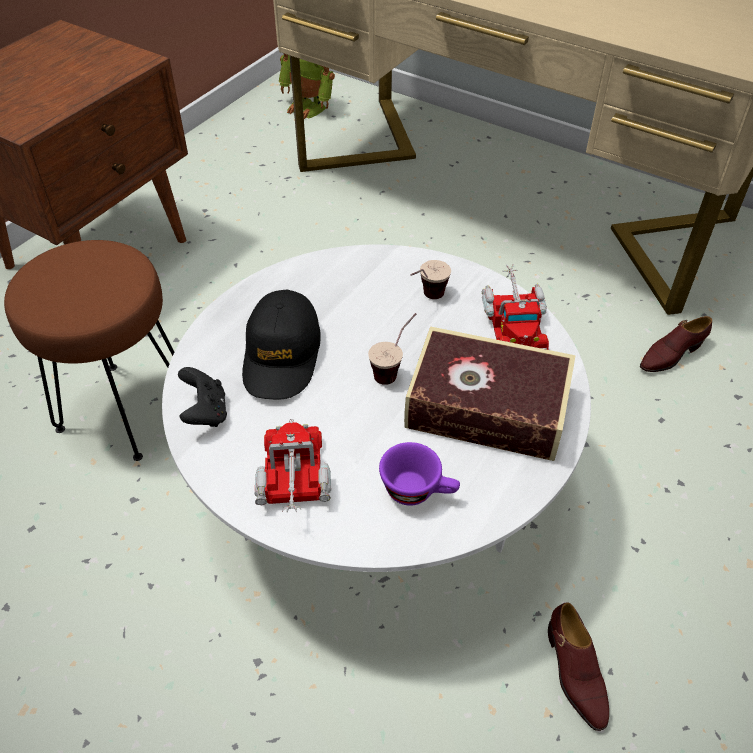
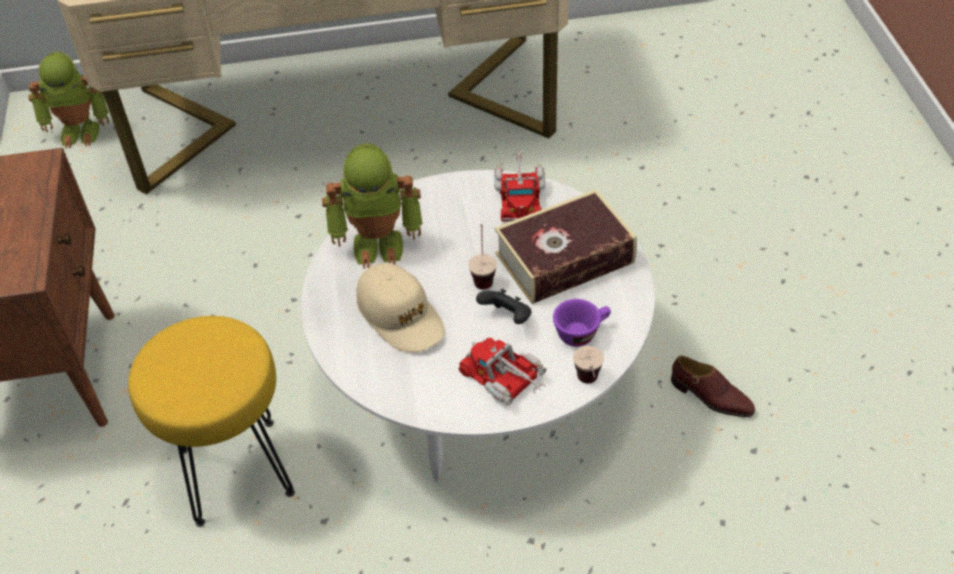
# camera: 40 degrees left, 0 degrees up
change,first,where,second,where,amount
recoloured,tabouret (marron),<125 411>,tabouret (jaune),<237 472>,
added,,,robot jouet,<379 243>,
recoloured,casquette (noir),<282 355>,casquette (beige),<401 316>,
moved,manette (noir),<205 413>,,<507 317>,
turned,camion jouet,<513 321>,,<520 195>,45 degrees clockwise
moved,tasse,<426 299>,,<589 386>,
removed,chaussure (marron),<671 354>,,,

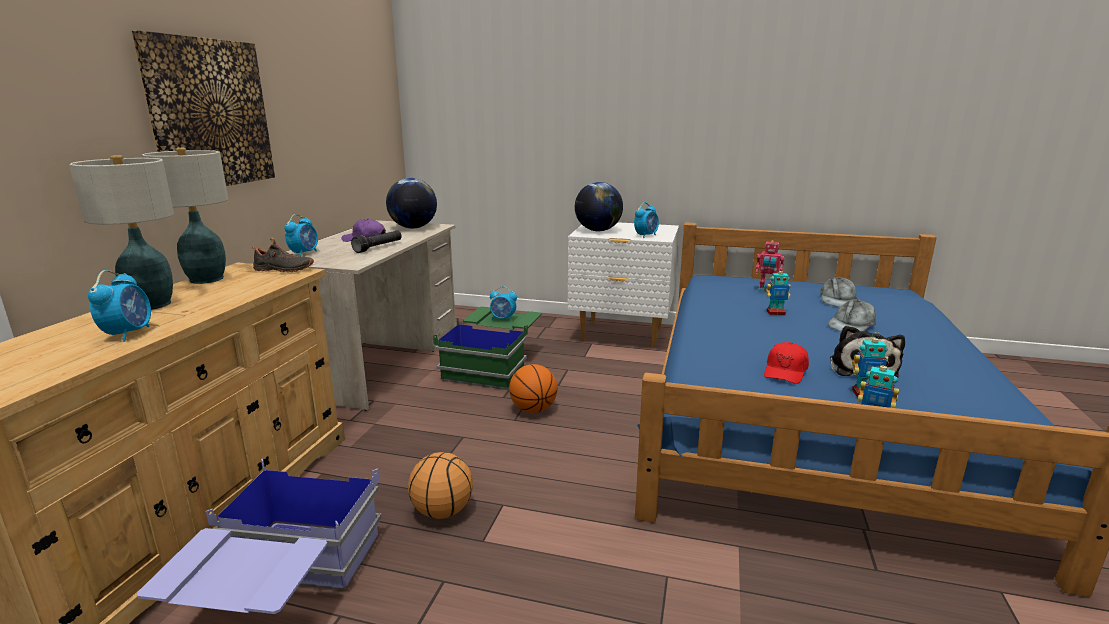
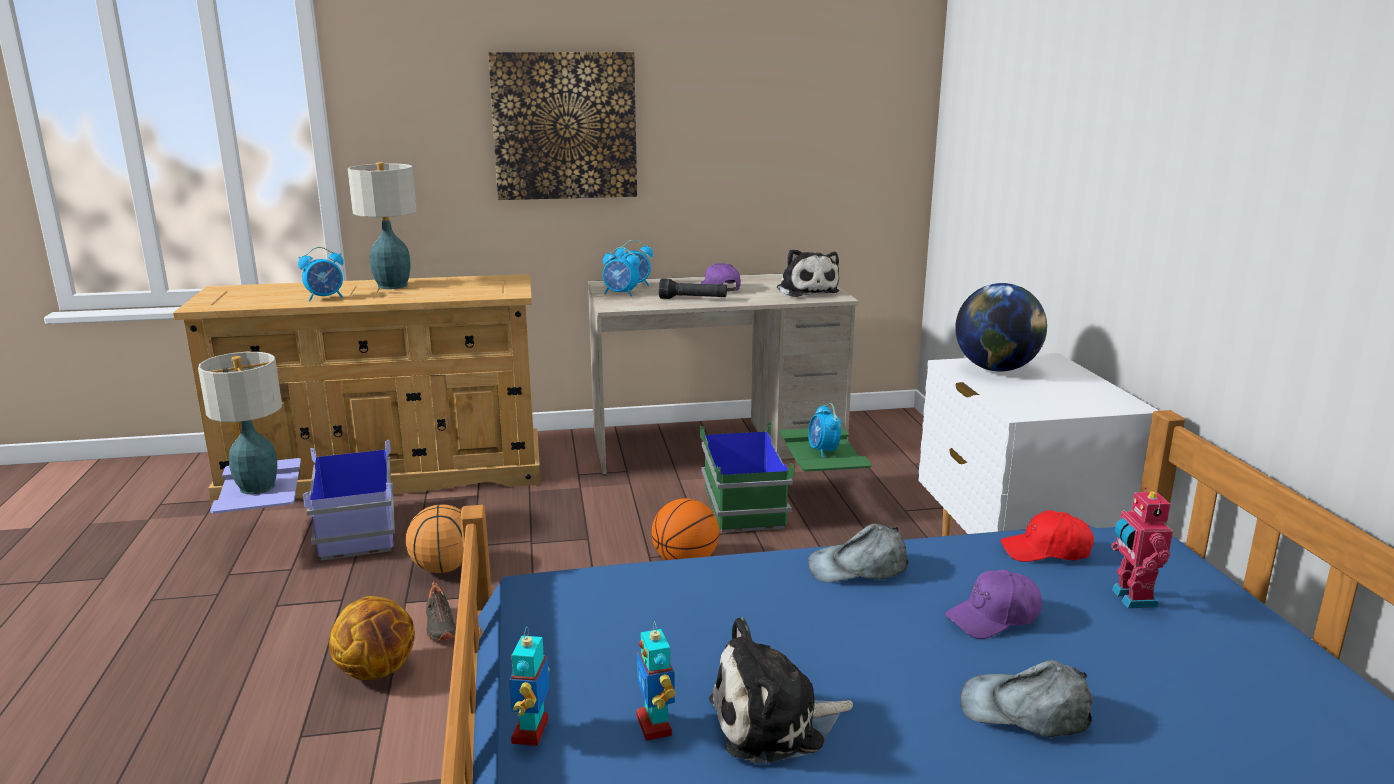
# camera: 65 degrees right, 0 degrees up
change,first,where,second,where,amount
moved,lampe de table,<207 279>,,<257 488>,
added,,,ballon de basket,<378 671>,
moved,chaussure (noir),<283 270>,,<439 626>,
moved,réveil,<646 236>,,<621 294>,
replaced,globe,<413 228>,peluche,<806 291>,
moved,casquette (gris),<837 300>,,<858 567>,
replaced,robot jouet,<775 312>,casquette (violet),<994 617>,
moved,casquette (rouge),<785 371>,,<1046 551>,

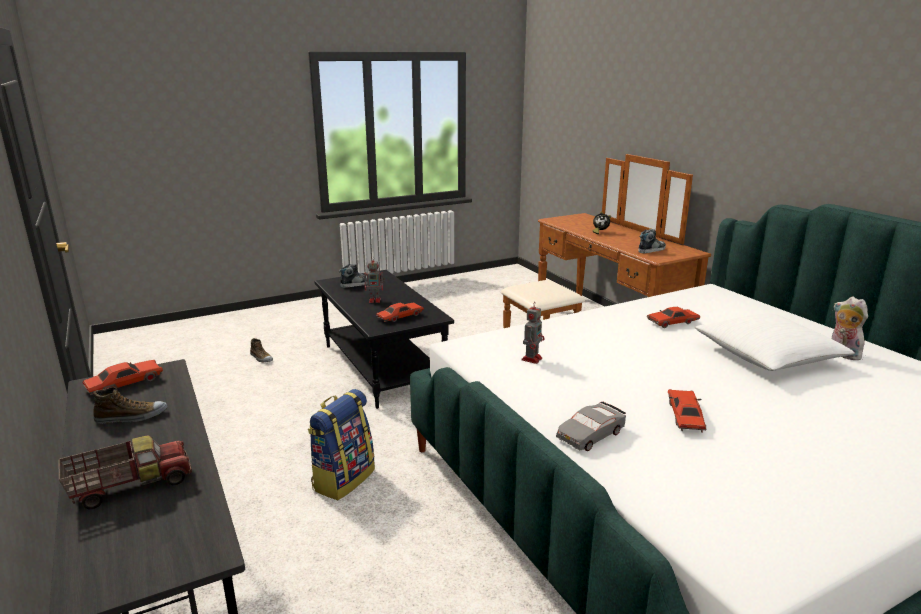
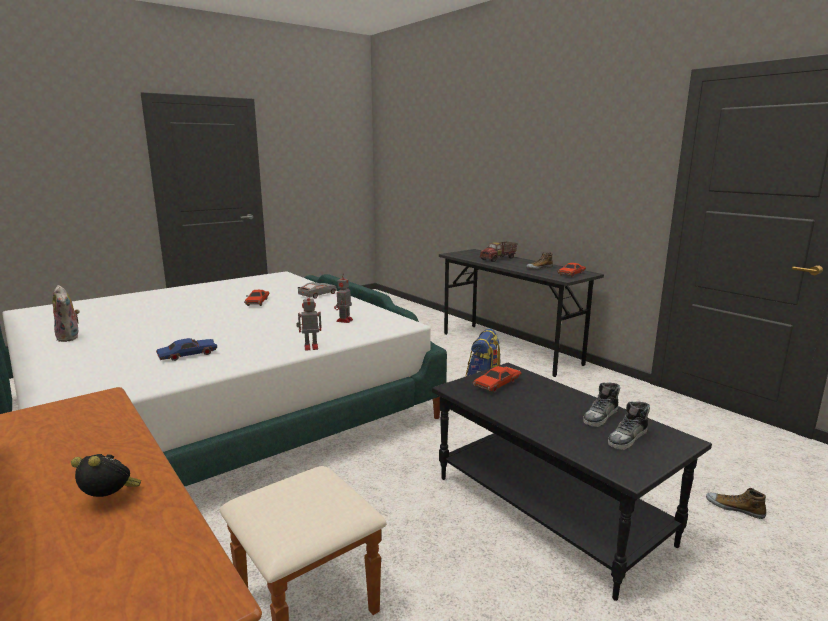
# camera: 170 degrees right, 5 degrees down
change,first,where,second,where,amount
recoloured,petite voiture (rouge),<672 322>,petite voiture (bleu),<187 355>,
moved,robot jouet,<375 300>,,<310 347>,
moved,chaussure,<651 250>,,<600 417>,
removed,coussin (blanc),<768 356>,,,

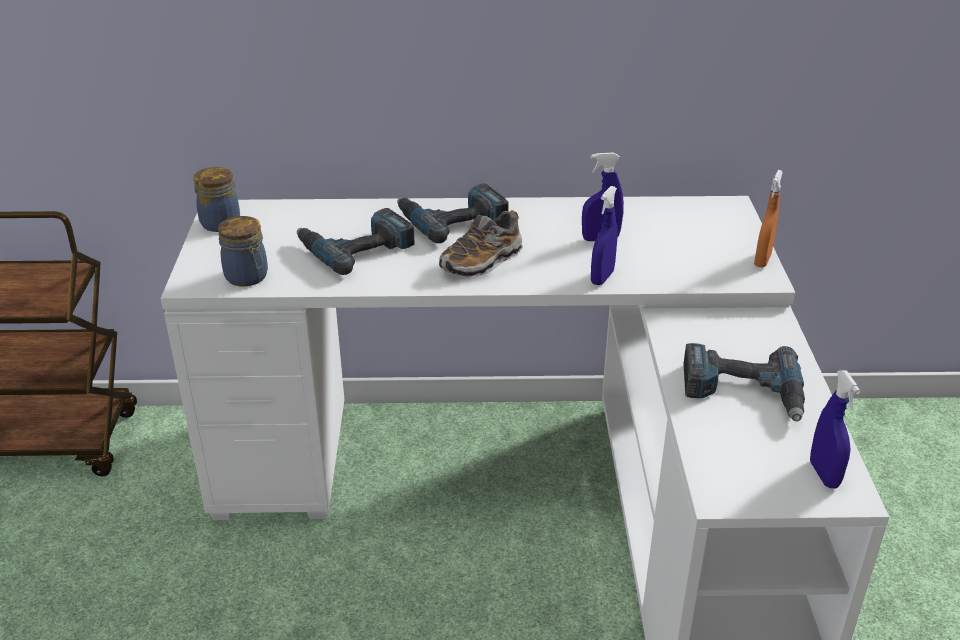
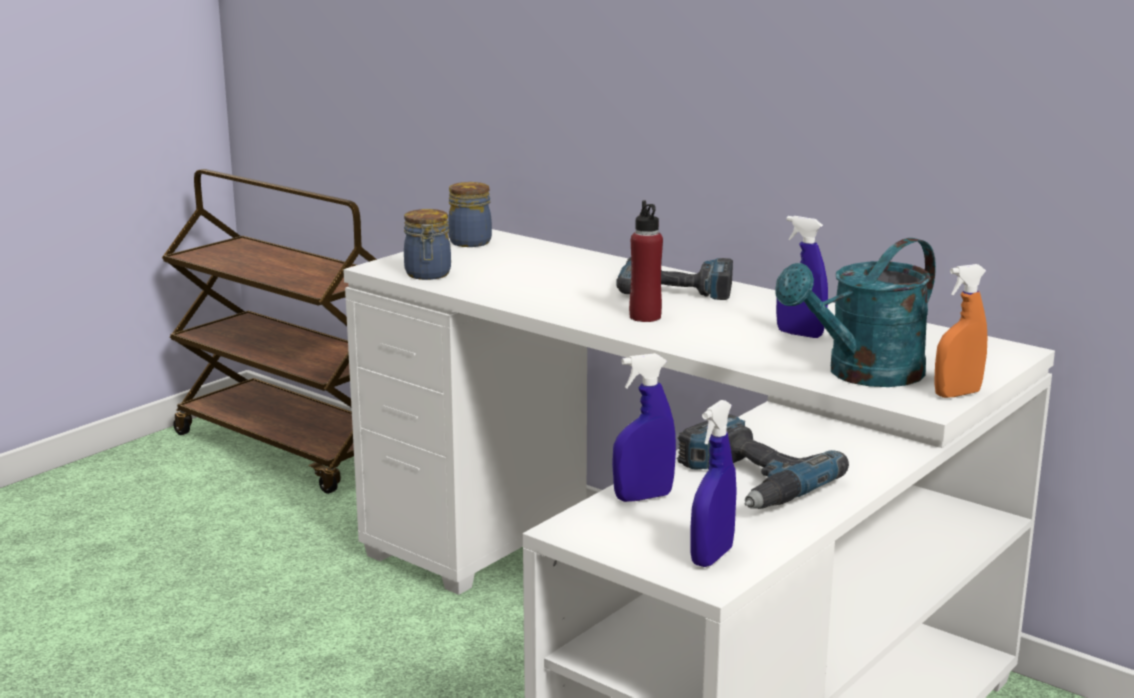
# camera: 40 degrees right, 15 degrees down
change,first,where,second,where,amount
moved,vaporisateur (bleu),<602 278>,,<643 497>,
replaced,chaussure,<482 261>,bouteille (rouge),<645 317>,
added,,,arrosoir (turquoise),<863 375>,
removed,perceuse,<356 247>,,,

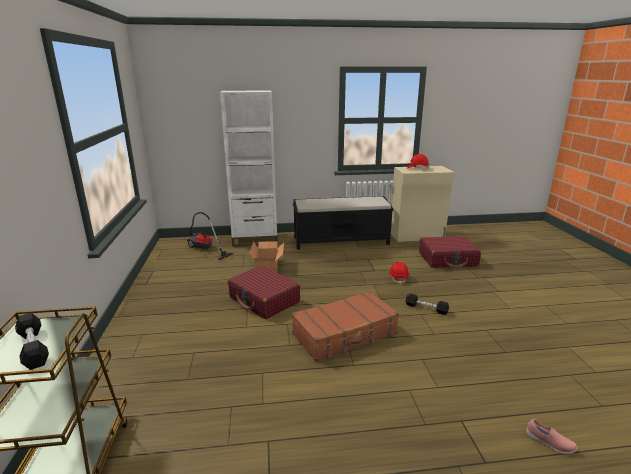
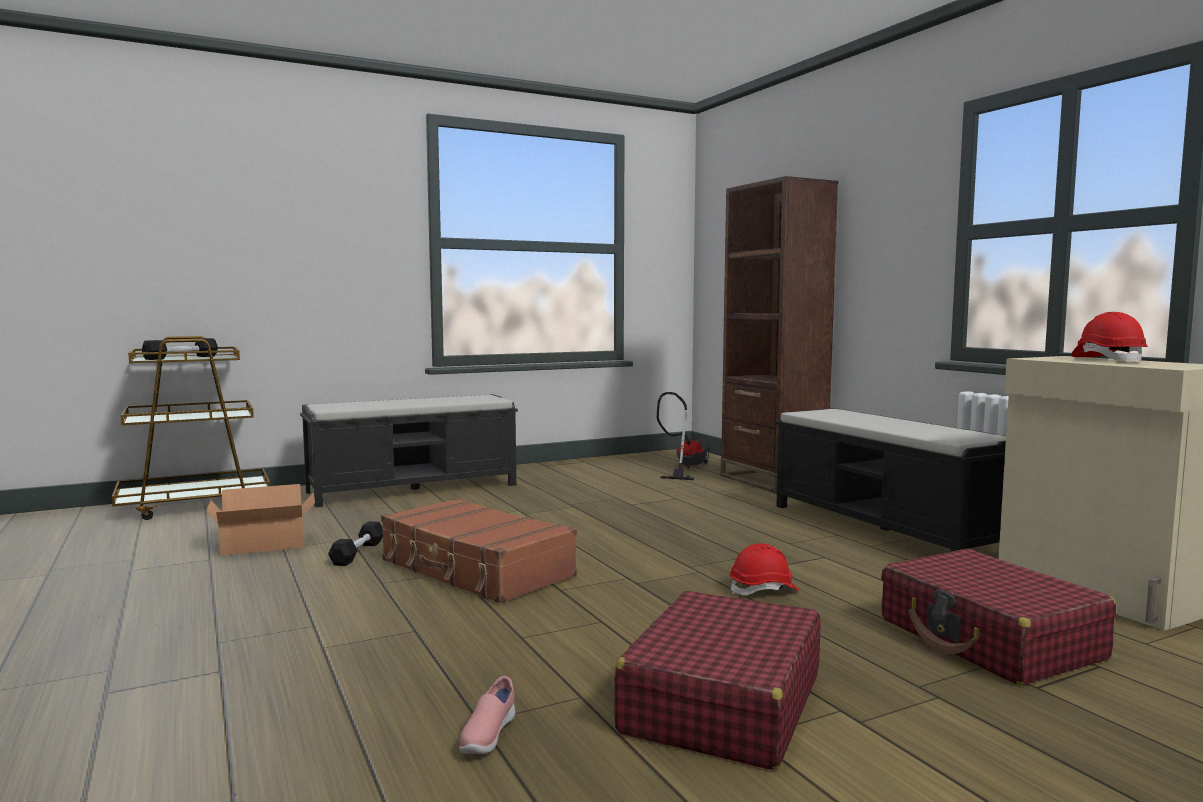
# camera: 70 degrees right, 15 degrees down
change,first,where,second,where,amount
moved,carton,<268 265>,,<265 545>,
added,,,banc (noir),<414 488>,
moved,haltère (noir),<426 308>,,<358 553>,
moved,chaussure (rose),<549 443>,,<487 736>,
moved,valise (rouge),<264 300>,,<722 703>,
recoloured,bibliothèque (blanc),<255 239>,bibliothèque (marron),<772 481>,

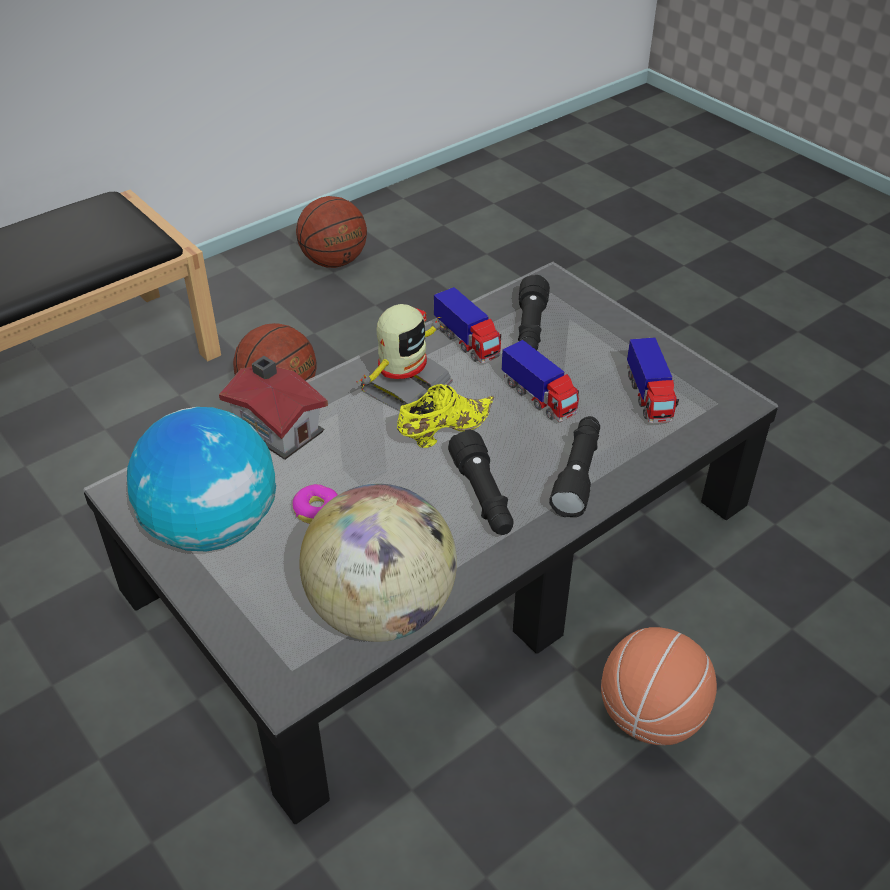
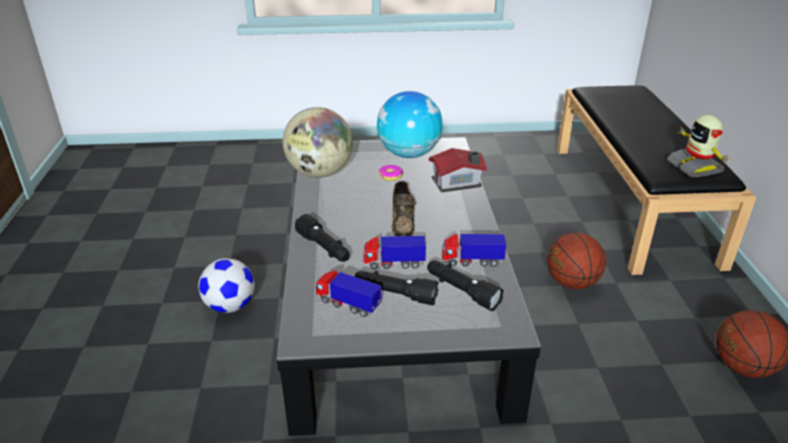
# camera: 125 degrees right, 10 degrees down
change,first,where,second,where,amount
replaced,ballon de basket,<650 716>,ballon de foot,<230 306>,
moved,lampe de poche (noir),<483 497>,,<395 294>,
recoloured,chaussure (jaune),<443 432>,chaussure (marron),<403 223>,
moved,robot jouet,<404 387>,,<695 167>,

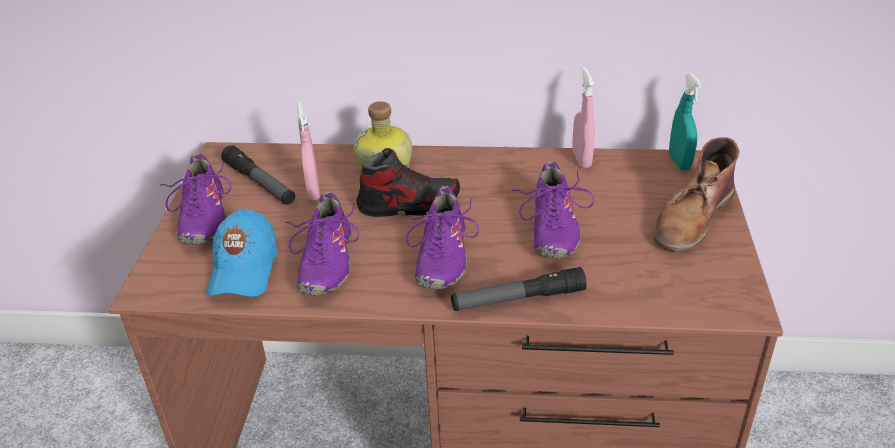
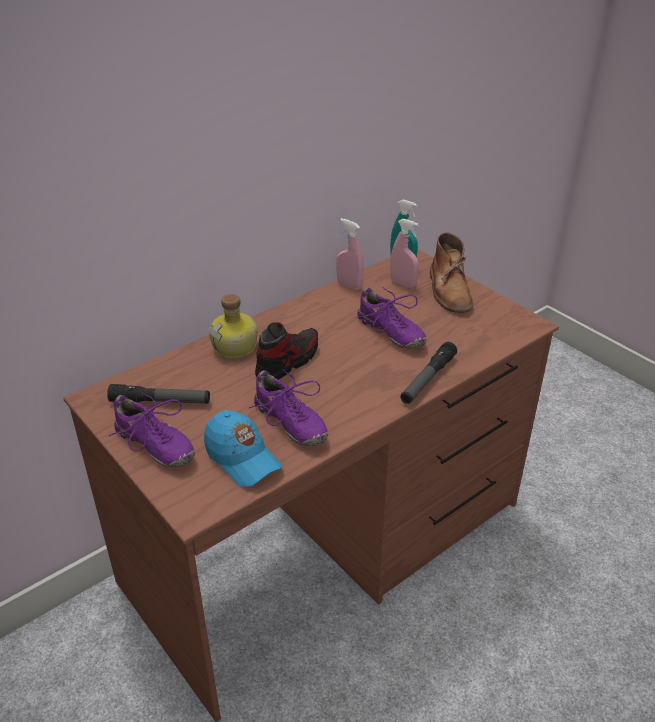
# camera: 45 degrees left, 0 degrees up
change,first,where,second,where,amount
moved,vaporisateur (rose),<313 192>,,<403 284>,
removed,chaussure (violet),<441 257>,,,

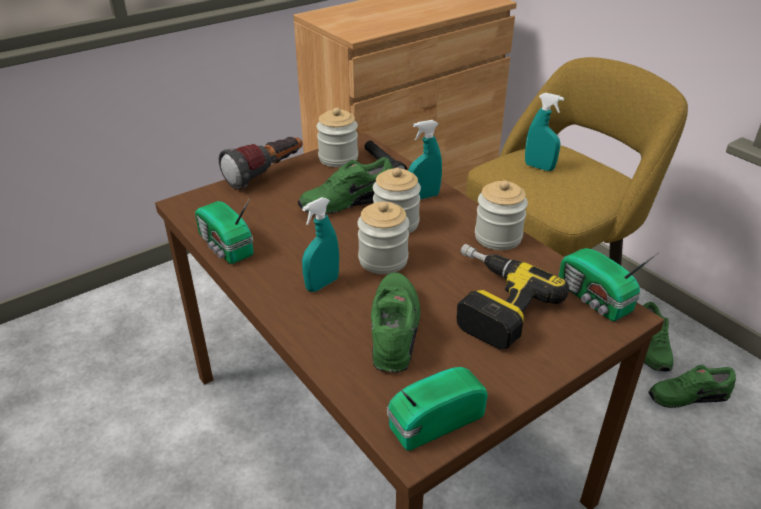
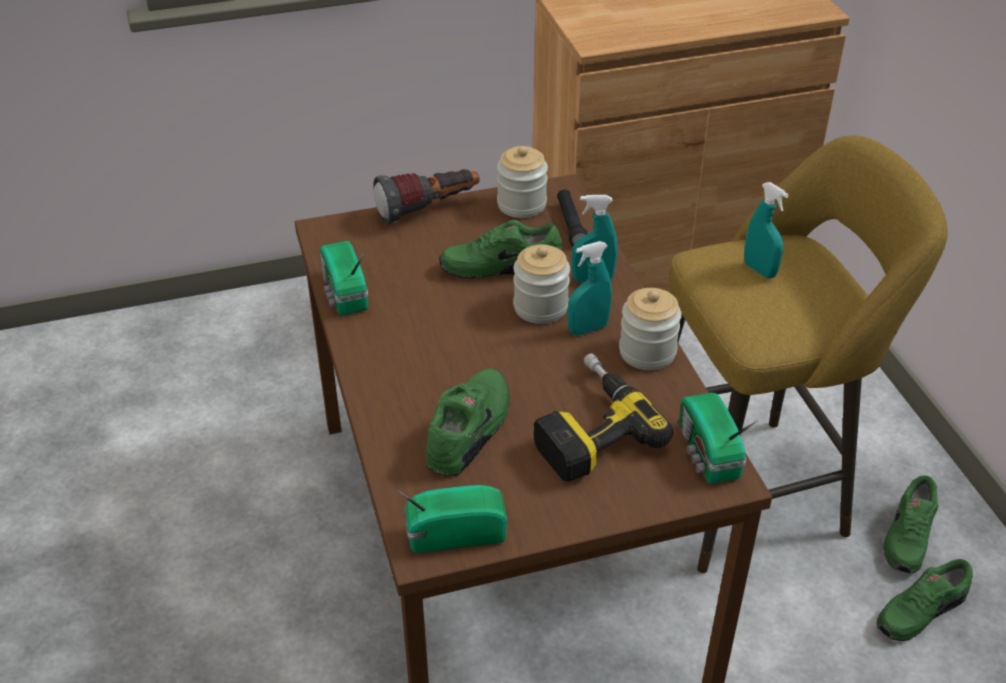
# camera: 20 degrees right, 5 degrees up
change,first,where,second,where,amount
moved,vaporisateur (turquoise),<322 284>,,<588 329>,
turned,chaussure (vert),<687 395>,,<919 610>,45 degrees counterclockwise
removed,bocal,<383 260>,,,

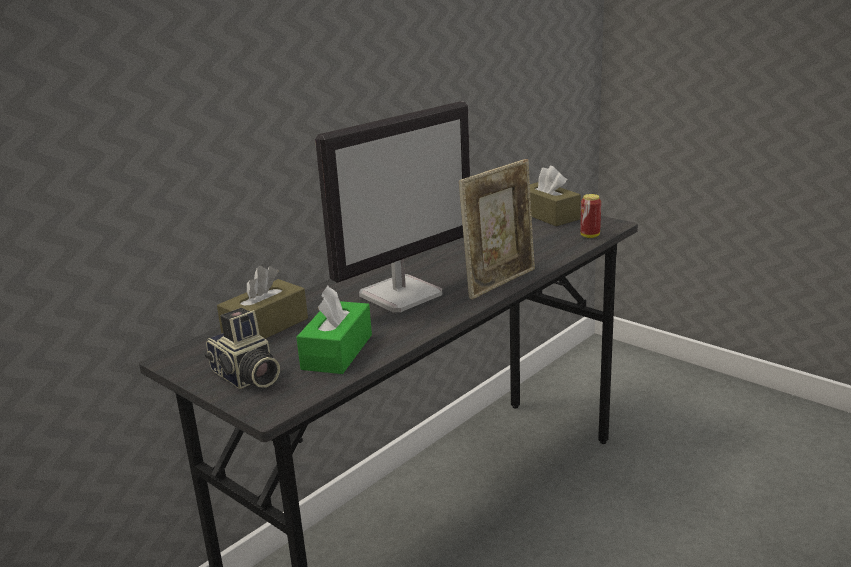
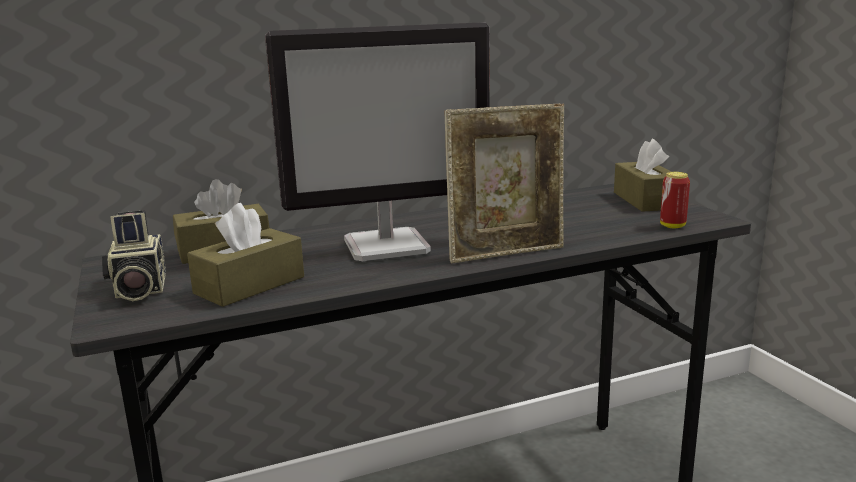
# camera: 25 degrees right, 5 degrees down
change,first,where,second,where,amount
recoloured,boîte à mouchoirs (vert),<337 352>,boîte à mouchoirs (marron),<250 285>,

